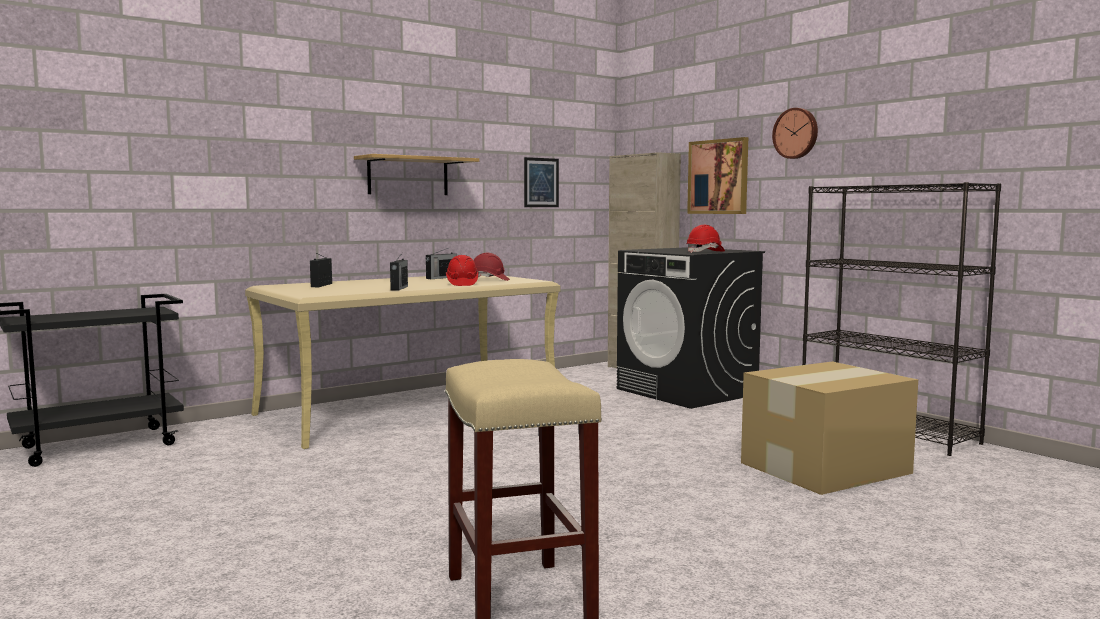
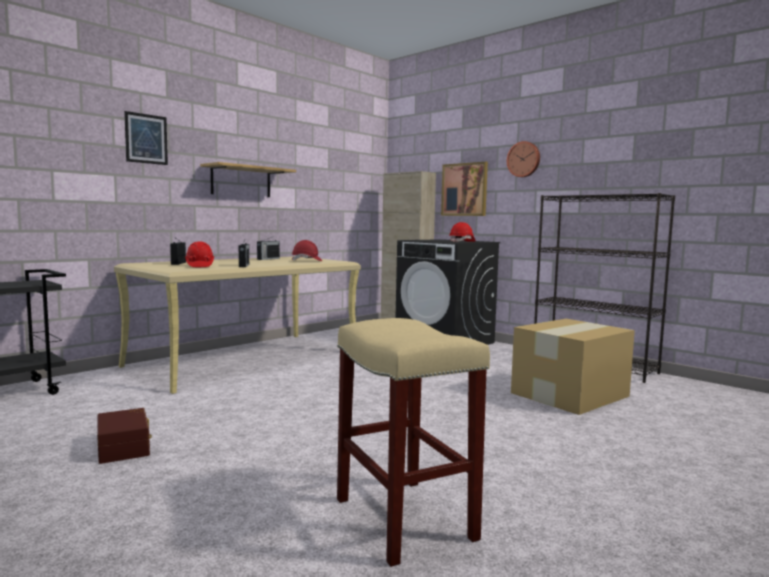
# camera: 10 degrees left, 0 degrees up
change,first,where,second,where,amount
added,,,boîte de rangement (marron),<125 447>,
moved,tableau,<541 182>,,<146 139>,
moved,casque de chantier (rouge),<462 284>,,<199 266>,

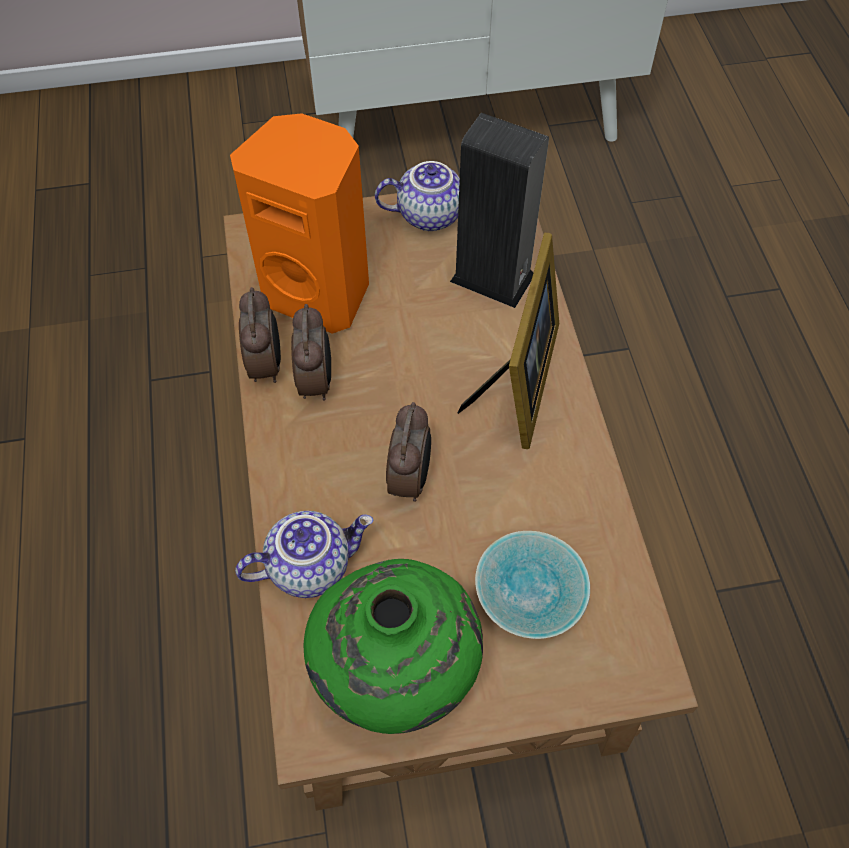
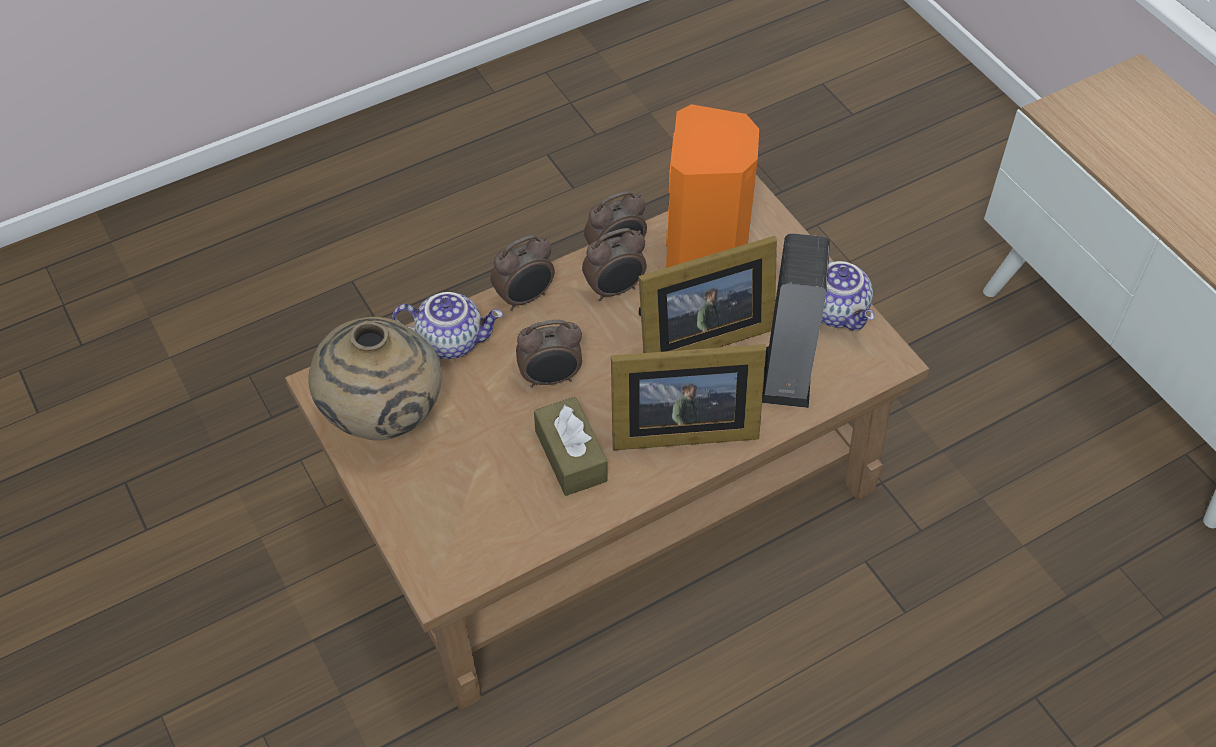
# camera: 70 degrees right, 5 degrees down
change,first,where,second,where,amount
recoloured,vase (vert),<395 674>,vase (beige),<384 418>,
turned,théière,<310 565>,,<451 340>,45 degrees counterclockwise
added,,,réveil,<525 298>,
added,,,boîte à mouchoirs (marron),<570 456>,
added,,,cadre photo,<698 336>,
removed,bol (turquoise),<529 589>,,,

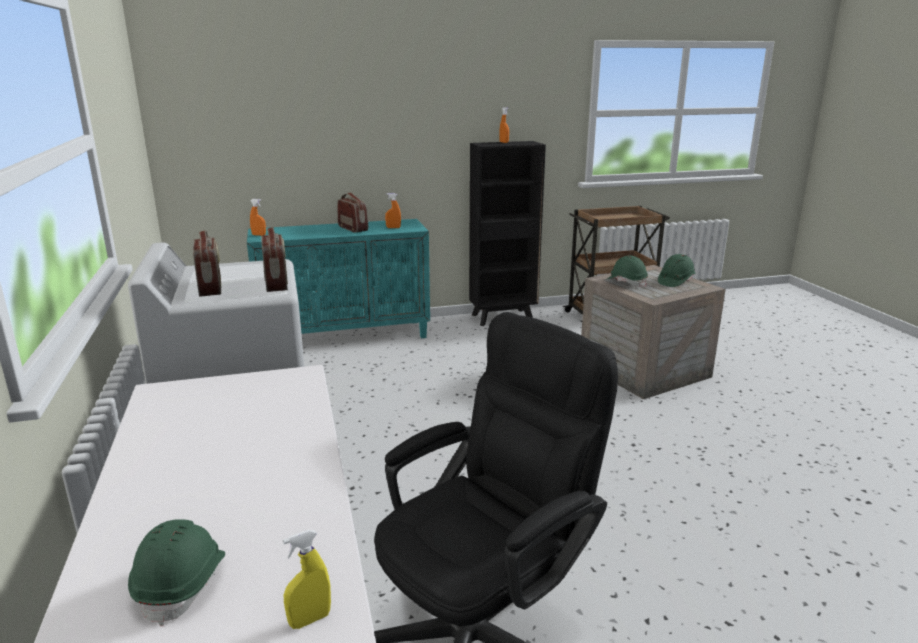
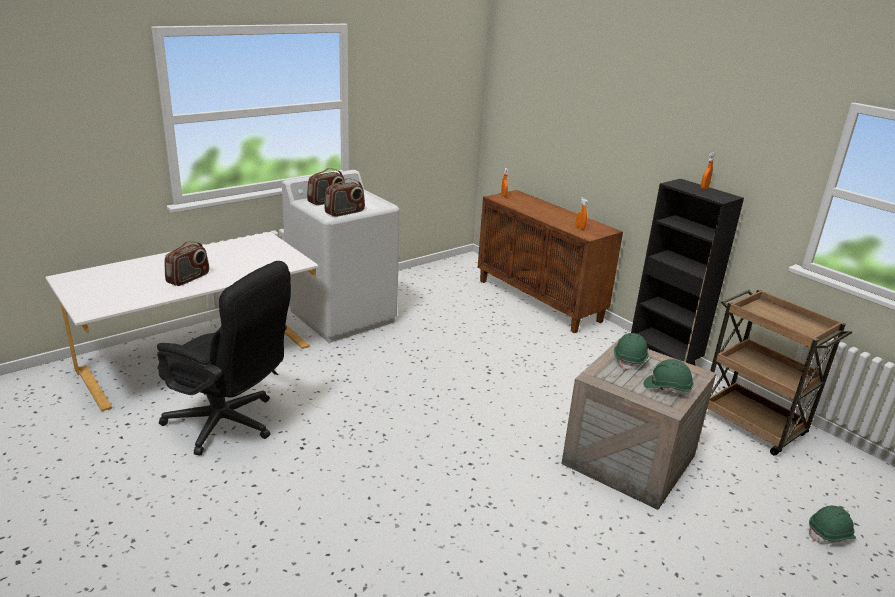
# camera: 65 degrees right, 5 degrees up
change,first,where,second,where,amount
moved,radio,<353 228>,,<188 278>,
recoloured,meuble de rangement (turquoise),<345 336>,meuble de rangement (marron),<539 301>,
moved,casque de chantier (vert),<182 584>,,<830 534>,
removed,vaporisateur (jaune),<310 620>,,,

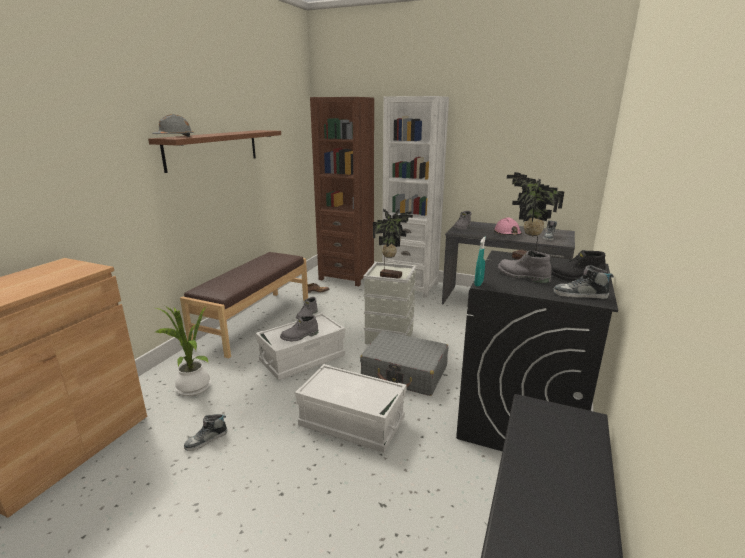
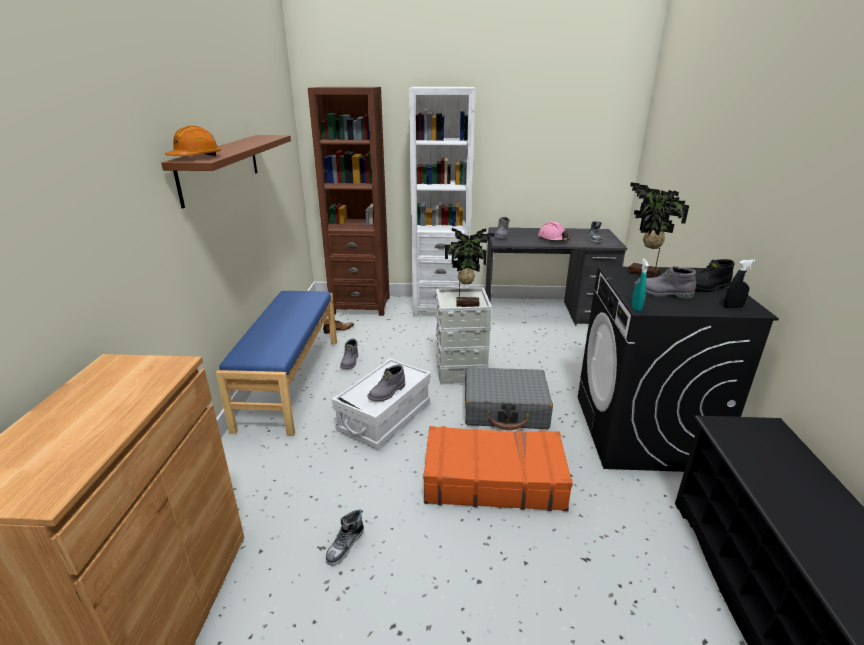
# camera: 20 degrees left, 5 degrees up
change,first,where,second,where,amount
recoloured,casque de chantier (gris),<174 137>,casque de chantier (orange),<195 158>,
recoloured,banc (marron),<254 321>,banc (bleu),<290 381>,
replaced,boîte de rangement (blanc),<352 423>,valise (orange),<493 479>,
replaced,chaussure,<580 295>,vaporisateur (noir),<733 307>,
removed,plante en pot,<193 389>,,,

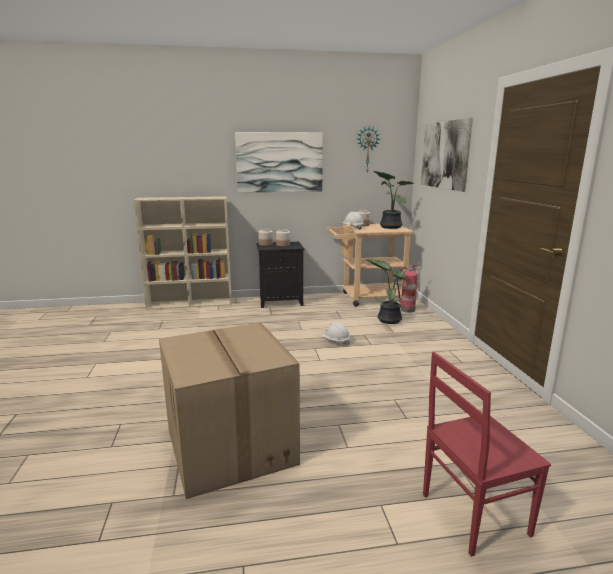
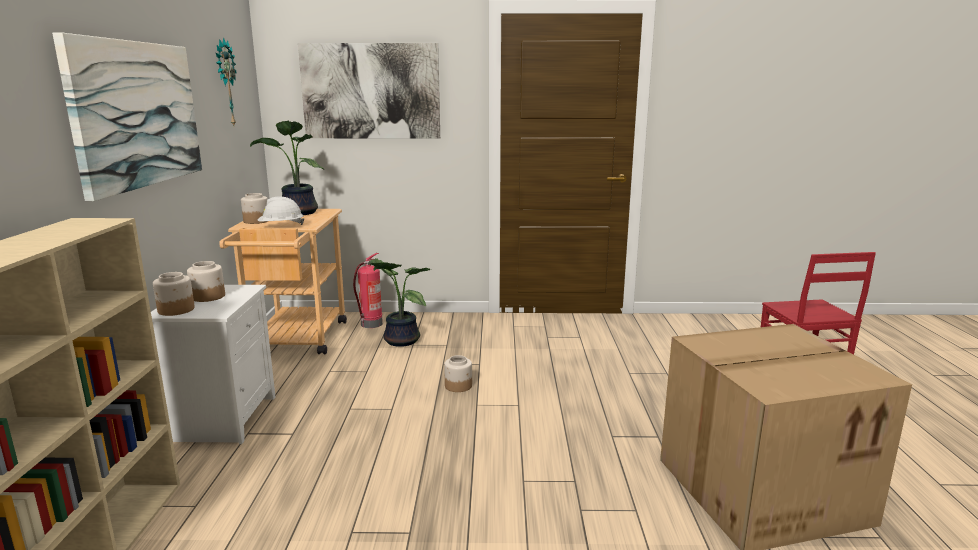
# camera: 80 degrees left, 0 degrees up
change,first,where,second,where,amount
recoloured,table de chevet (noir),<281 301>,table de chevet (blanc),<224 417>,
replaced,casque de chantier (blanc),<336 341>,bocal,<458 386>,

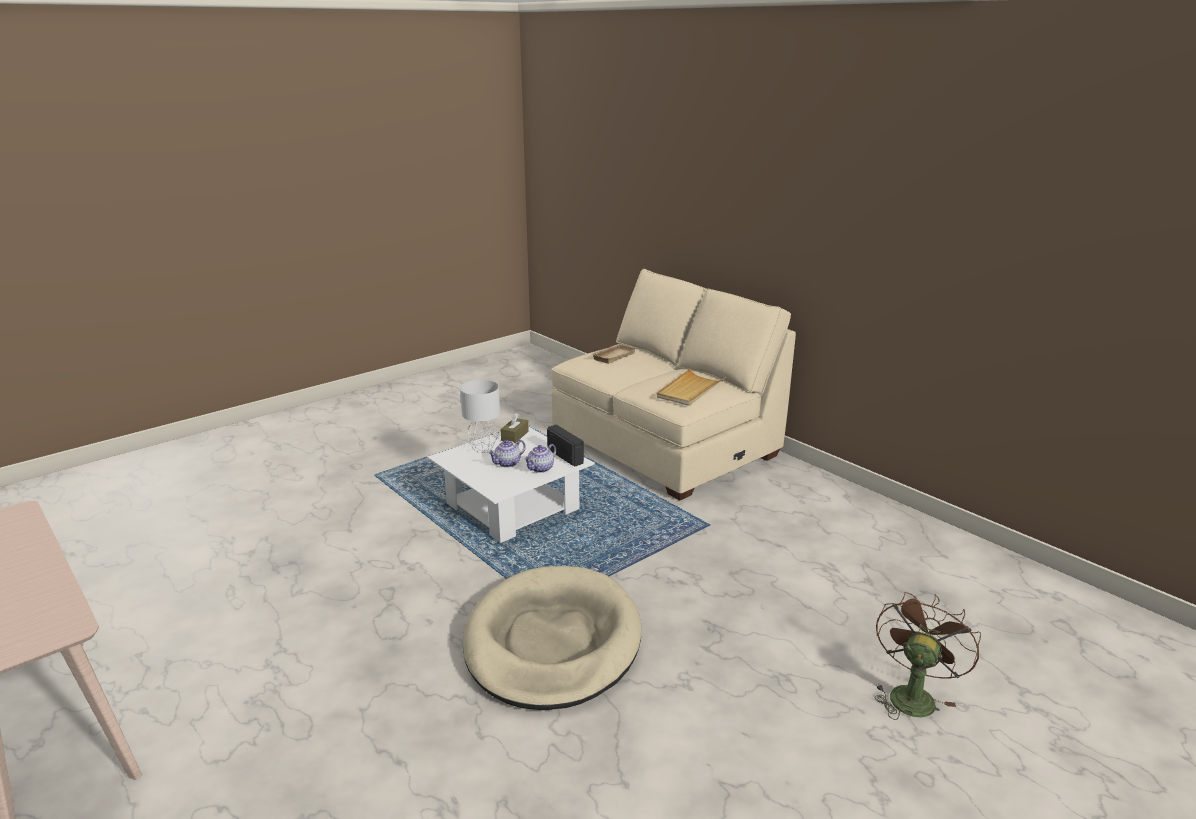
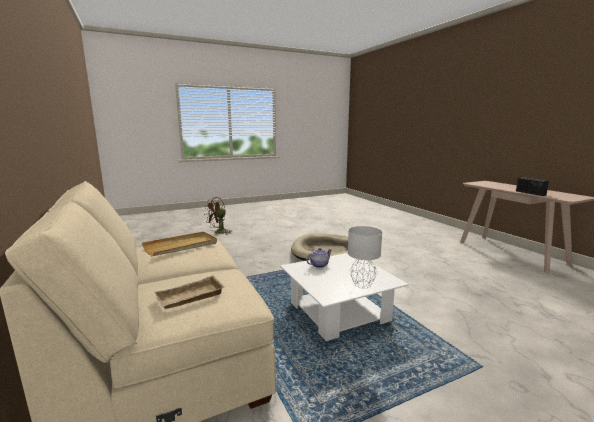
# camera: 165 degrees left, 10 degrees down
change,first,where,second,where,amount
moved,radio,<565 456>,,<530 193>,
removed,théière,<507 463>,,,
removed,boîte à mouchoirs (marron),<515 436>,,,

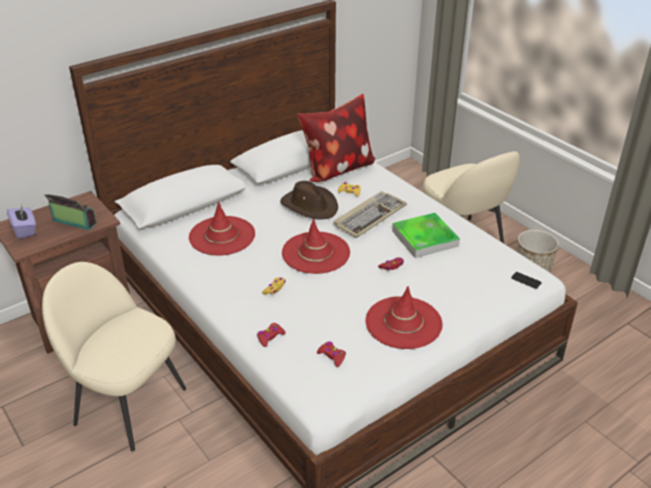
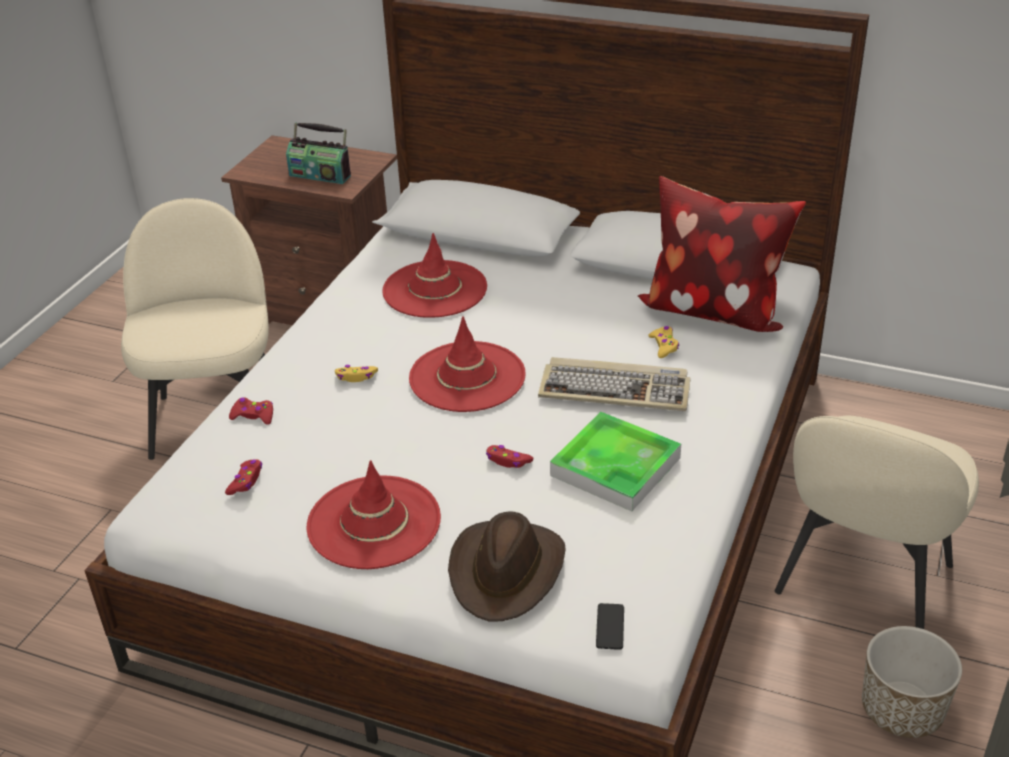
# camera: 60 degrees right, 0 degrees up
change,first,where,second,where,amount
turned,radio,<74 222>,,<320 175>,120 degrees clockwise
moved,chapeau (marron),<309 205>,,<507 571>,
removed,boîte à mouchoirs (violet),<25 230>,,,

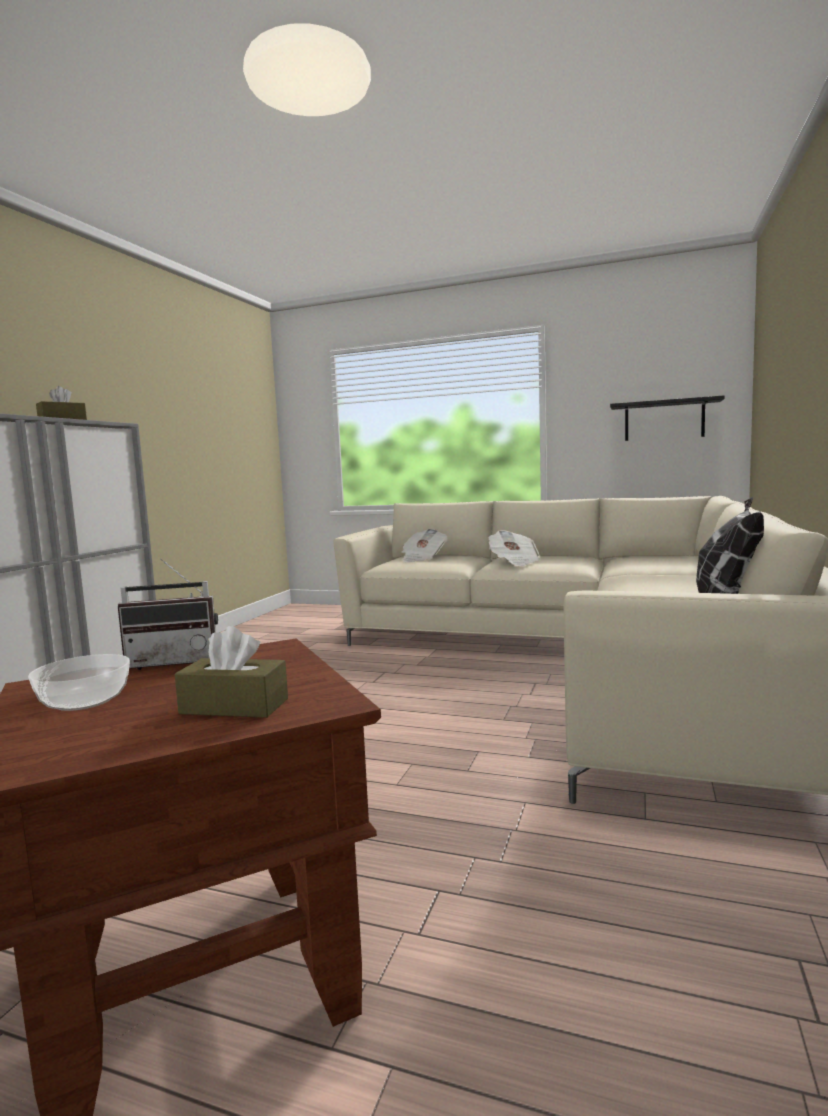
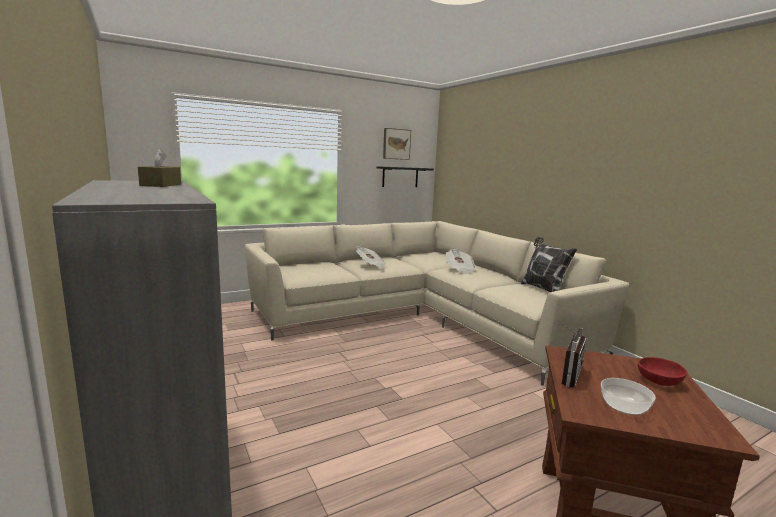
# camera: 50 degrees left, 5 degrees up
change,first,where,second,where,amount
added,,,tableau,<396 144>,
moved,journal,<422 559>,,<459 270>,
replaced,boîte à mouchoirs (marron),<234 706>,bol (rouge),<659 382>,

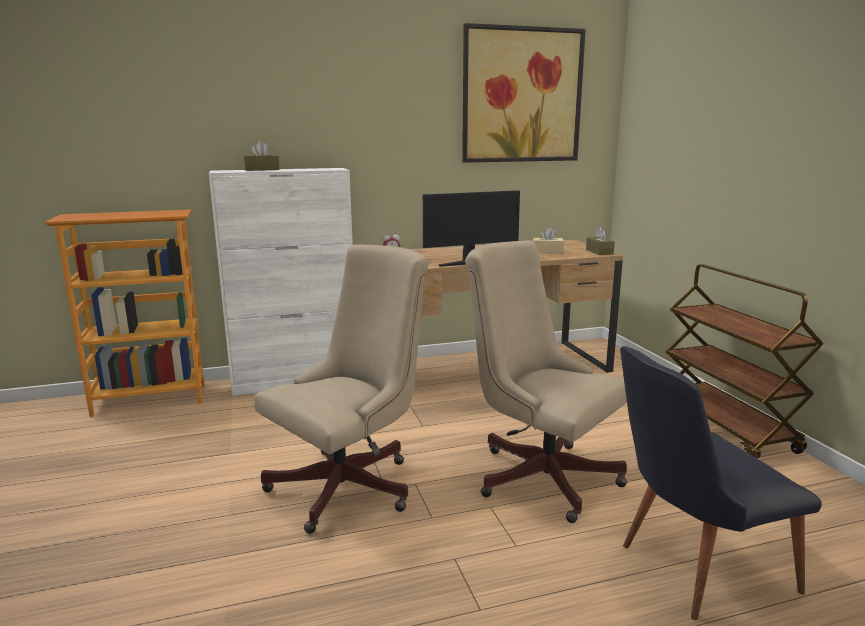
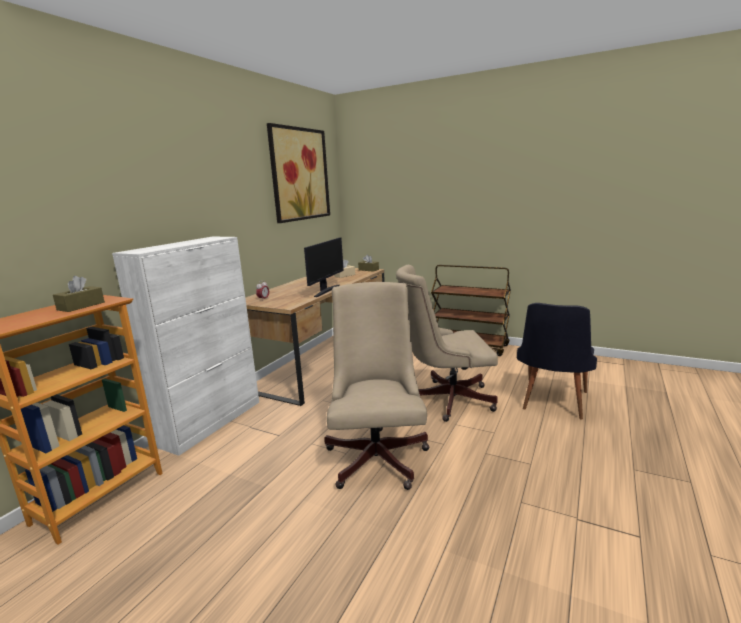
# camera: 45 degrees left, 0 degrees up
change,first,where,second,where,amount
moved,boîte à mouchoirs (marron),<262 169>,,<81 306>,

